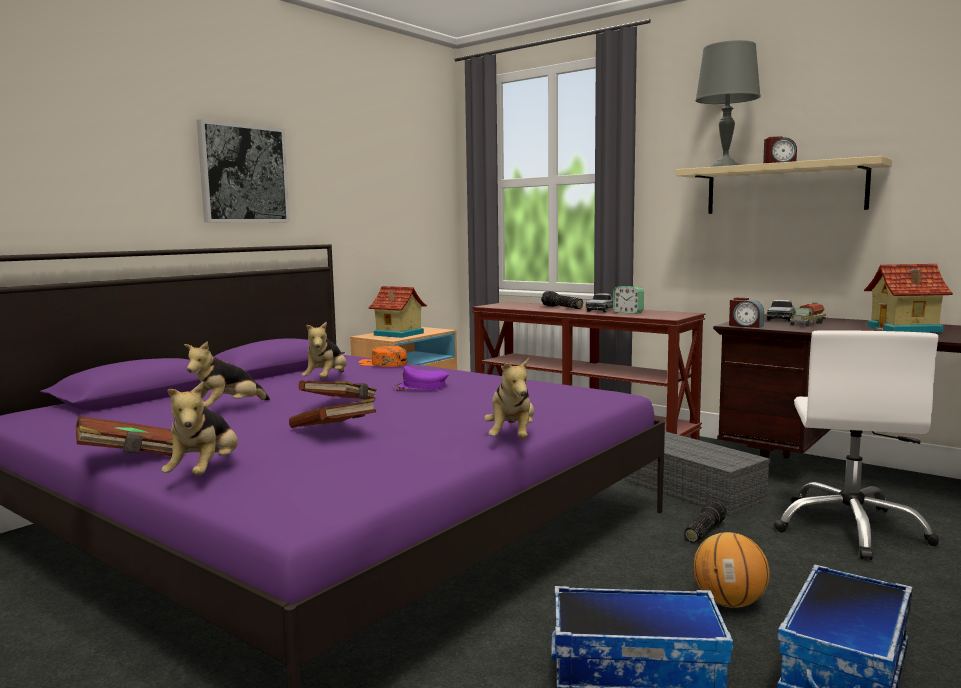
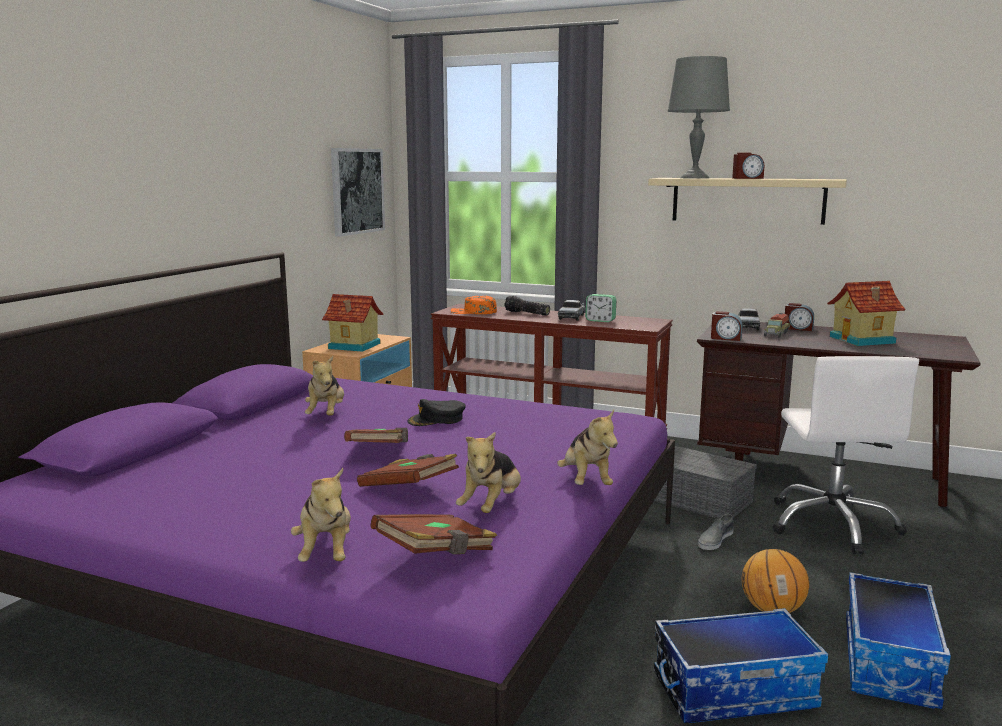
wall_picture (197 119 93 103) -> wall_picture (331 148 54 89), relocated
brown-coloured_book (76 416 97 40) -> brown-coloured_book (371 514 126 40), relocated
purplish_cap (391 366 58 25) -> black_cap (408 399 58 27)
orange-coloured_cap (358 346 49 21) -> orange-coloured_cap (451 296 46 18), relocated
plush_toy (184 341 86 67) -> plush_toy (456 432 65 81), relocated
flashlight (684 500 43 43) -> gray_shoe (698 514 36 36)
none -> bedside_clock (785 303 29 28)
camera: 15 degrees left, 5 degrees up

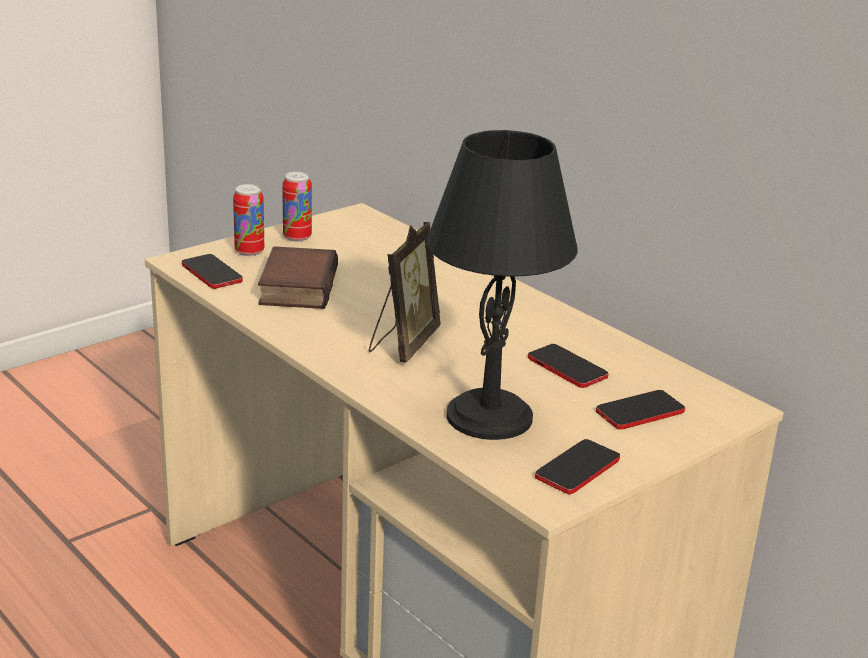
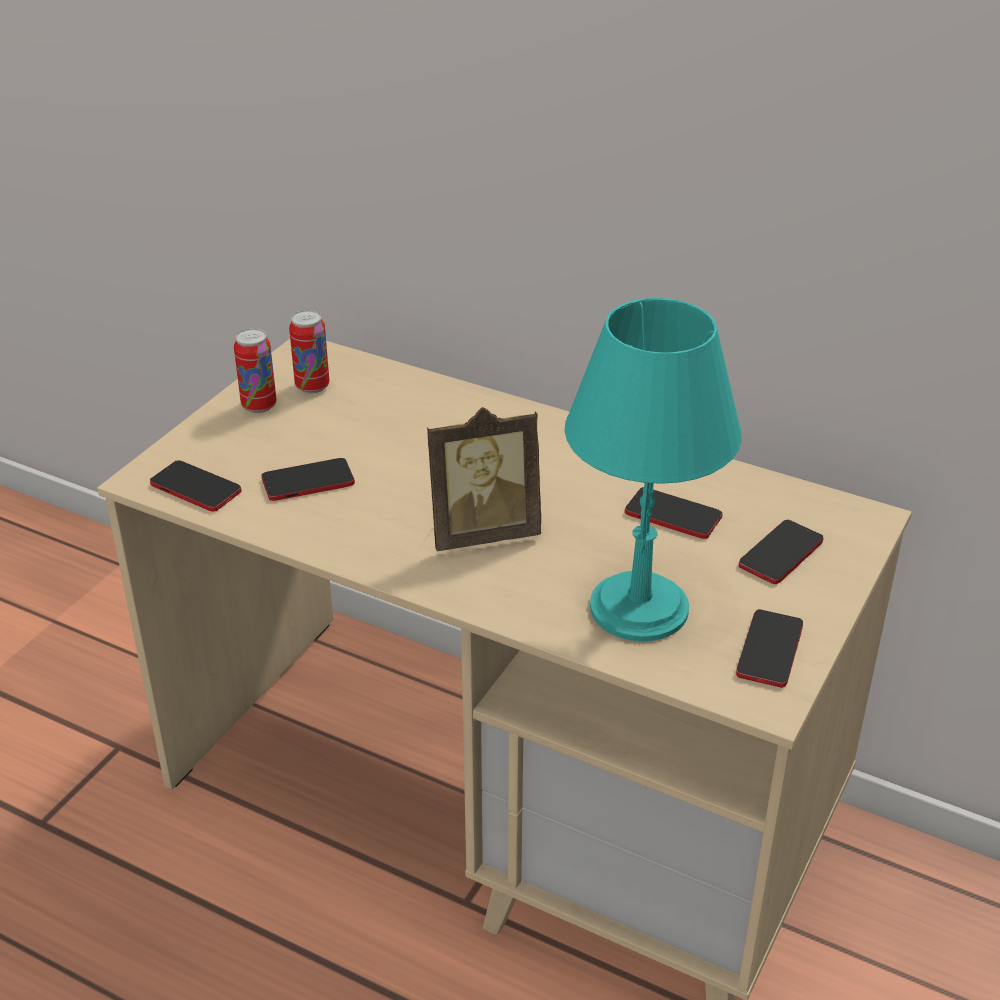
book (258 246 80 63) -> handset (261 458 94 43)
metal_can (233 184 31 72) -> metal_can (289 310 41 83), relocated
photo_frame (369 222 72 141) -> photo_frame (427 407 114 144), 75 degrees clockwise
black_tabletop_lamp (427 130 151 310) -> turquoise_tabletop_lamp (564 298 178 343)
camera: 20 degrees left, 10 degrees up

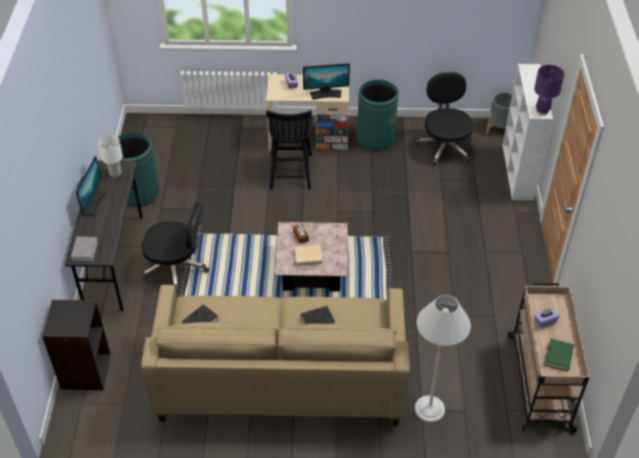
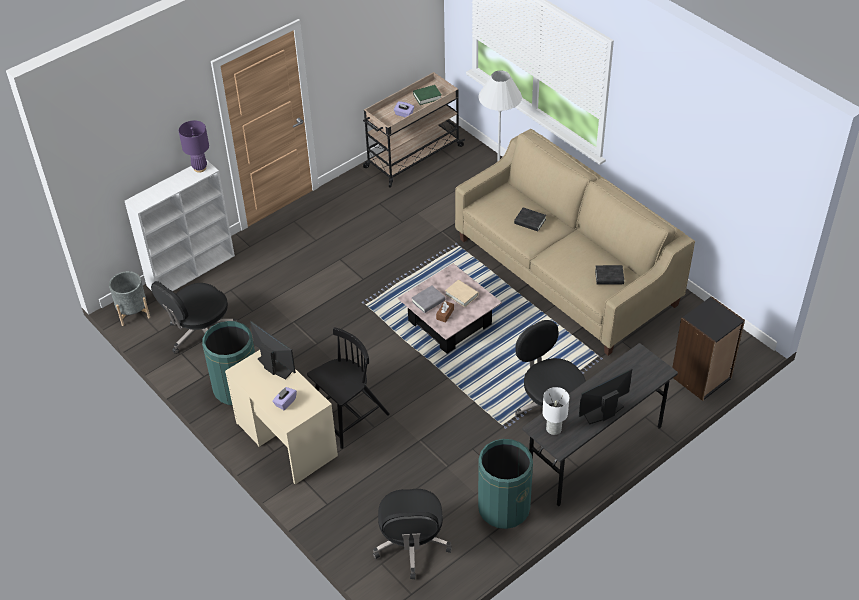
none -> black_desk_chair (373 489 79 90)
gray_book (70 237 28 25) -> gray_book (412 285 33 28), relocated
camera: 130 degrees left, 0 degrees up

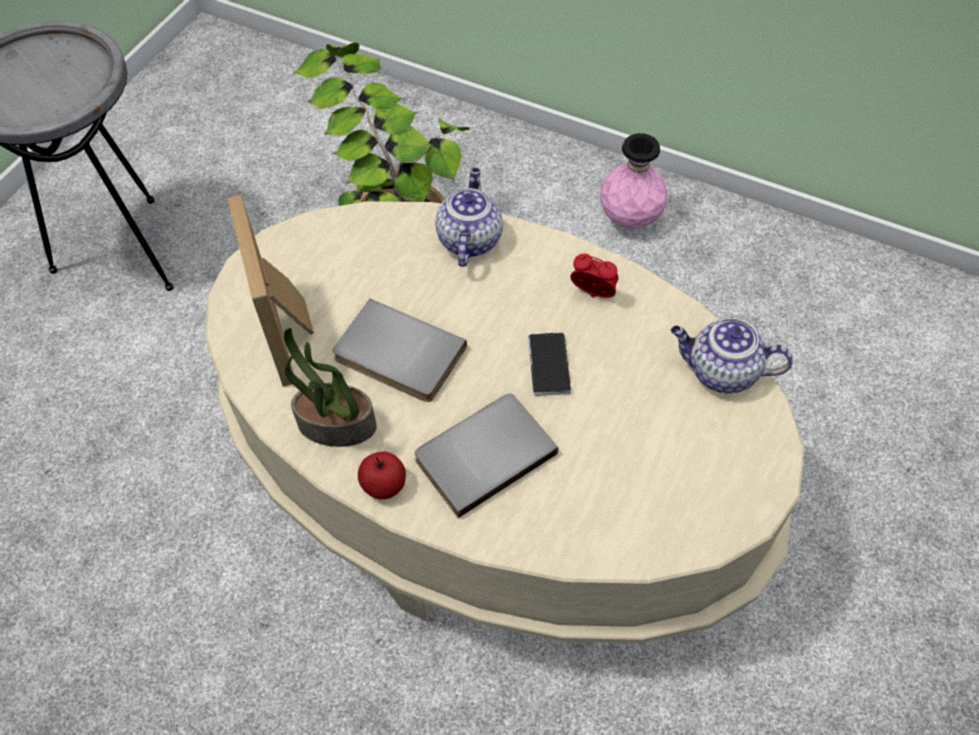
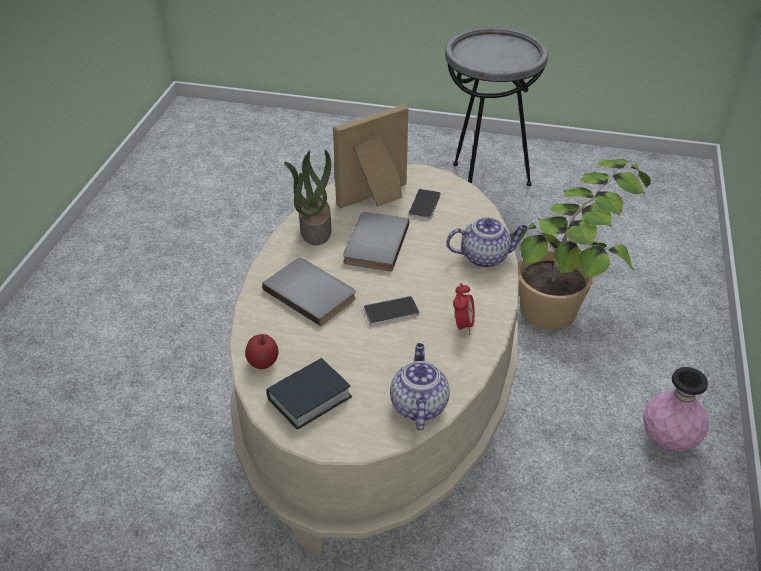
whole_apple (358 452 48 47) -> whole_apple (245 334 34 35), relocated
none -> book (266 358 86 71)
none -> handset (408 189 33 31)
camera: 75 degrees right, 15 degrees down

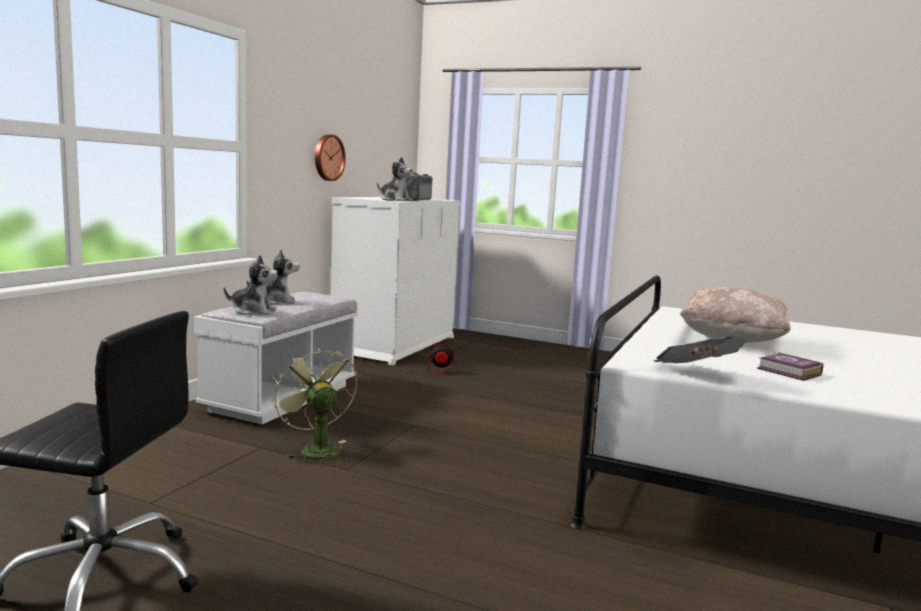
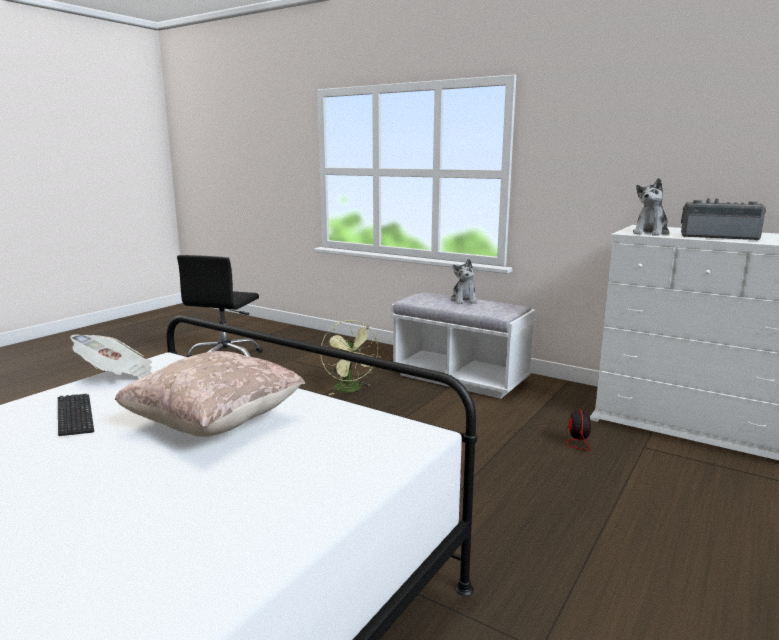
book (757 352 66 29) -> PC_keyboard (58 394 36 42)
greenish_cooling_fan (272 346 85 119) -> greenish_cooling_fan (320 320 61 75), 90 degrees clockwise
plush_toy (224 255 54 60) -> none
clock_on_the_wall (315 135 31 46) -> none
camera: 100 degrees right, 5 degrees up

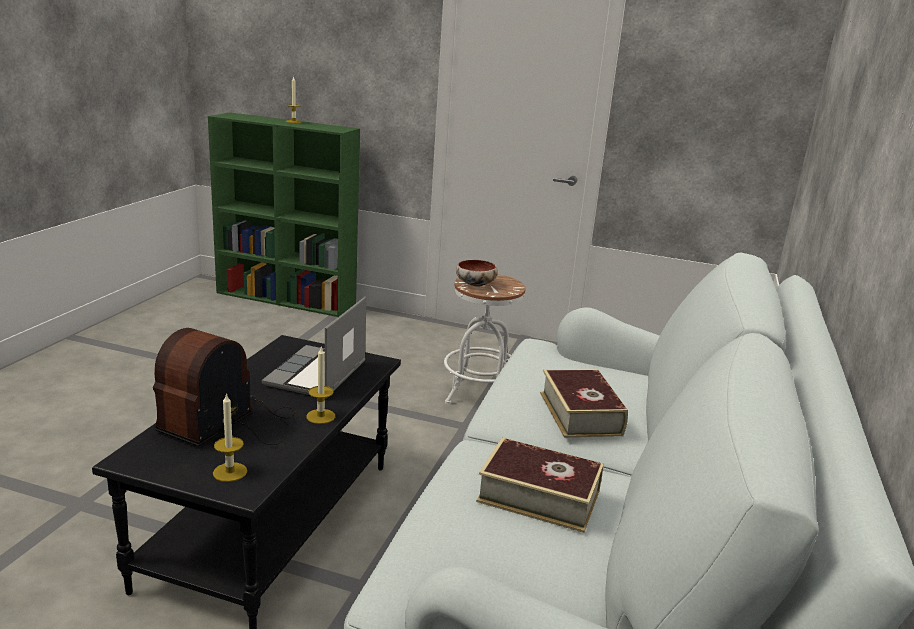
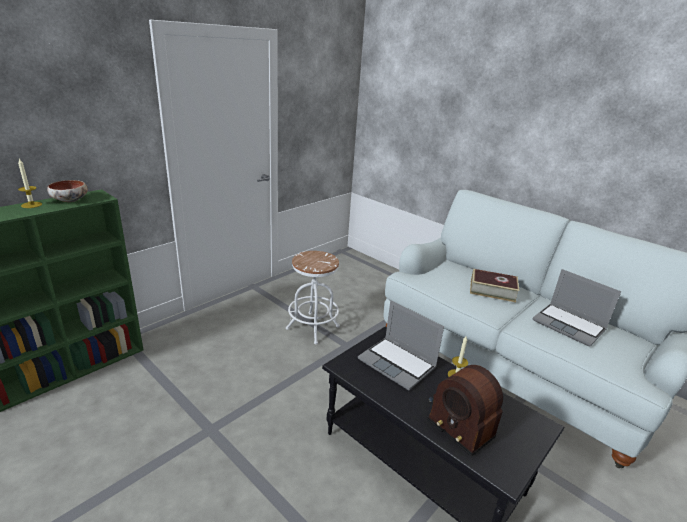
bowl (456 260 42 27) -> bowl (47 180 41 22), relocated
book (476 438 128 95) -> notebook_computer (533 269 88 77)
wax_candle (213 393 34 89) -> none
camera: 65 degrees left, 5 degrees up

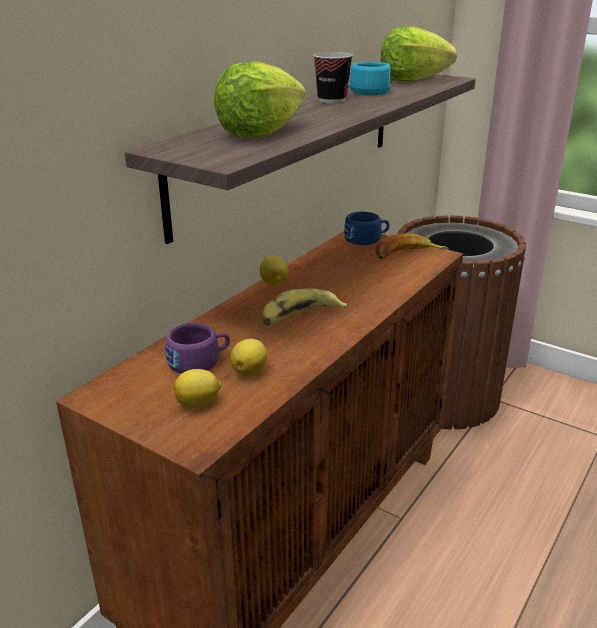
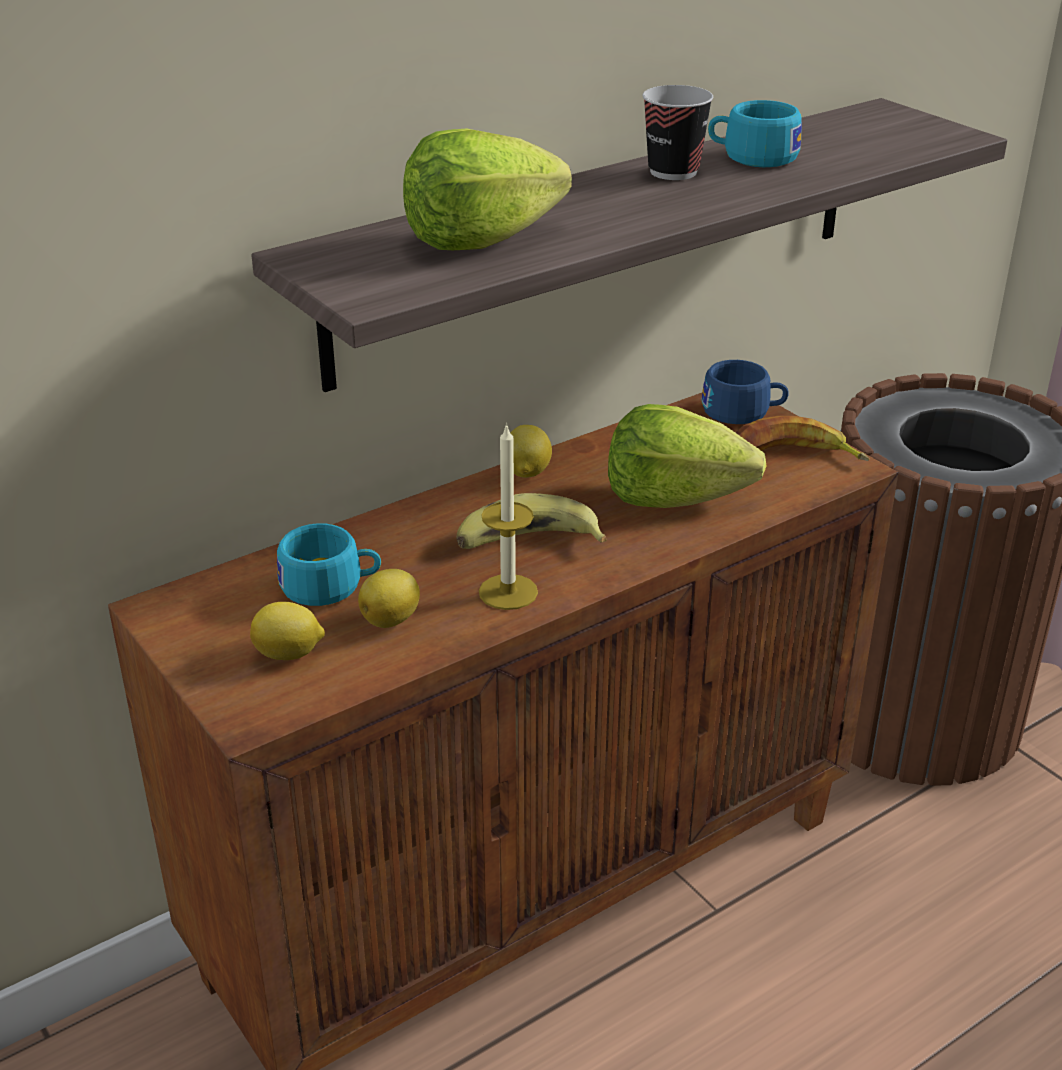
purplish_small_cup (165 323 65 51) -> turquoise_small_cup (277 523 104 83)
none -> wax_candle (479 423 59 187)
lettuce (381 27 76 55) -> lettuce (608 404 159 104), relocated
camera: 20 degrees right, 5 degrees up

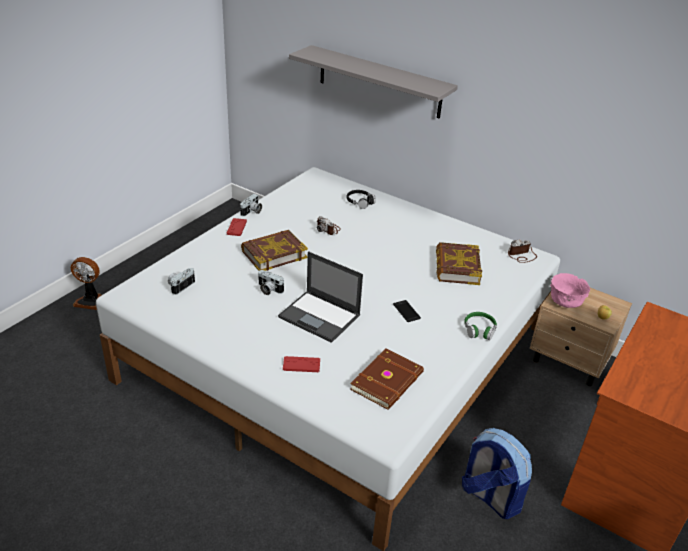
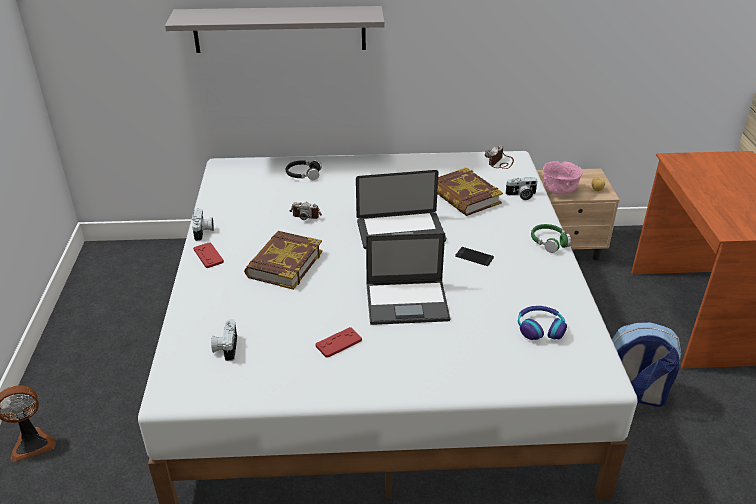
red_game_controller (283 356 37 16) -> red_game_controller (315 327 47 31), relocated
none -> notebook_computer (356 170 90 79)
still_camera (258 270 26 25) -> still_camera (505 177 33 23), relocated
brown-coloured_book (350 349 74 61) -> headset (518 306 49 34)
camera: 35 degrees left, 0 degrees up

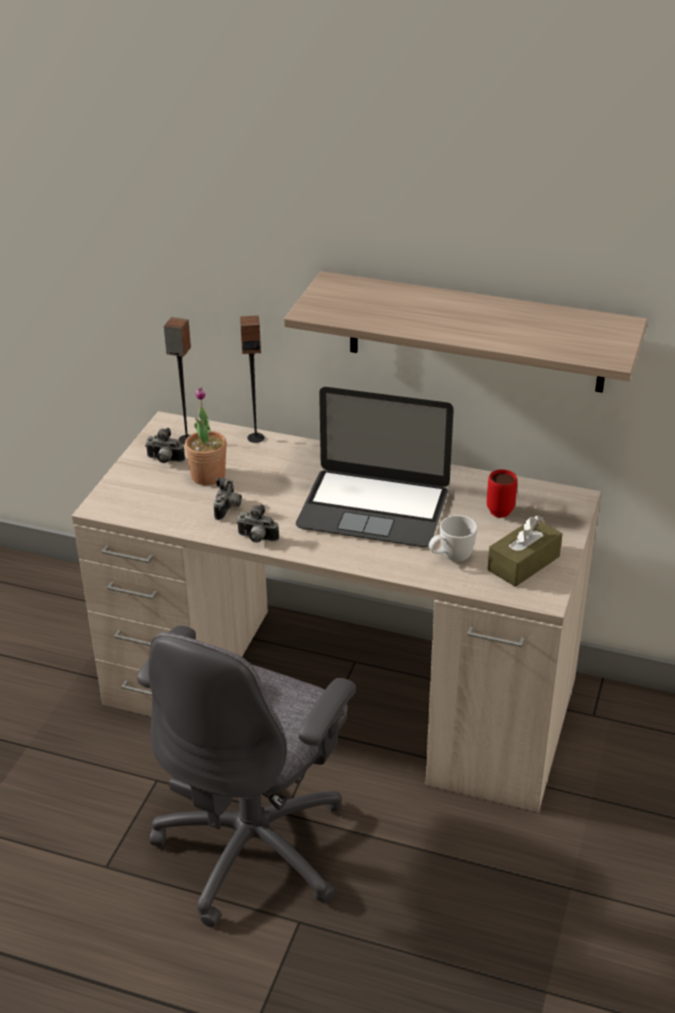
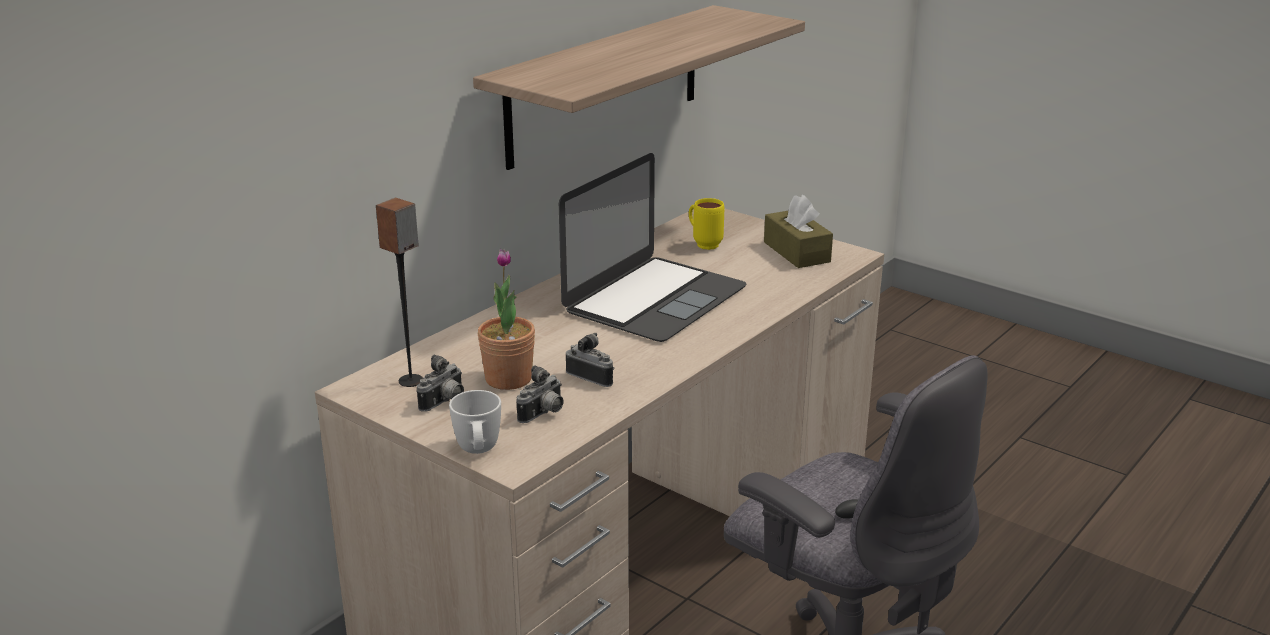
white-coloured_tea_mug (429 515 48 47) -> white-coloured_tea_mug (449 390 52 64), relocated
still_camera (236 504 43 39) -> still_camera (516 365 48 58), relocated
red_tea_mug (487 469 30 49) -> yellow-coloured_tea_mug (689 198 35 52)
loudspeaker (240 316 25 127) -> none
camera: 70 degrees left, 10 degrees down

